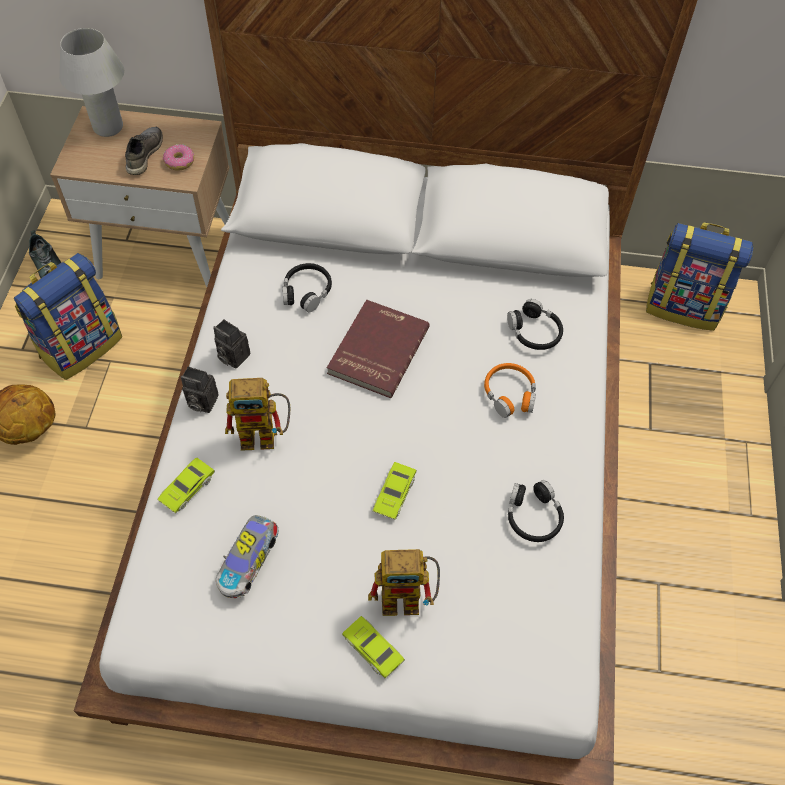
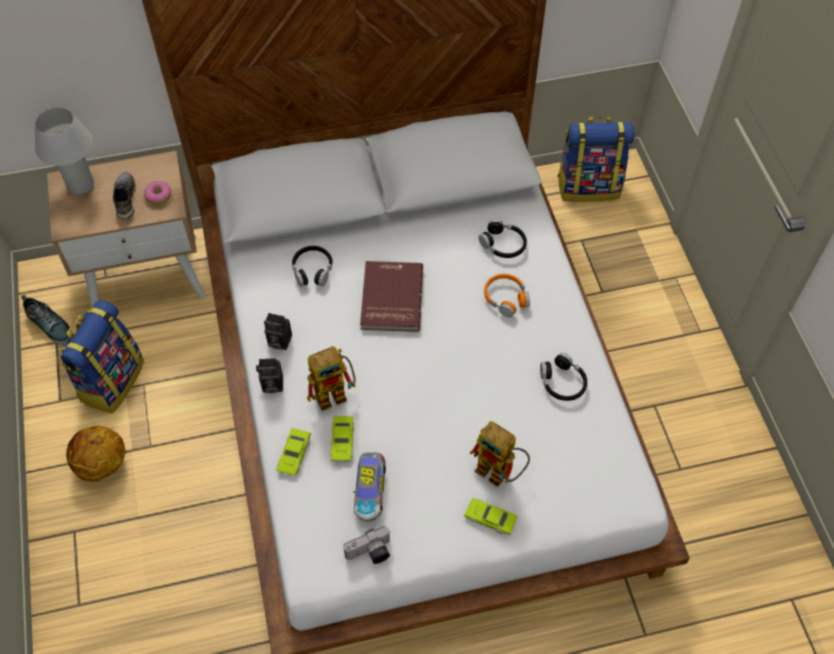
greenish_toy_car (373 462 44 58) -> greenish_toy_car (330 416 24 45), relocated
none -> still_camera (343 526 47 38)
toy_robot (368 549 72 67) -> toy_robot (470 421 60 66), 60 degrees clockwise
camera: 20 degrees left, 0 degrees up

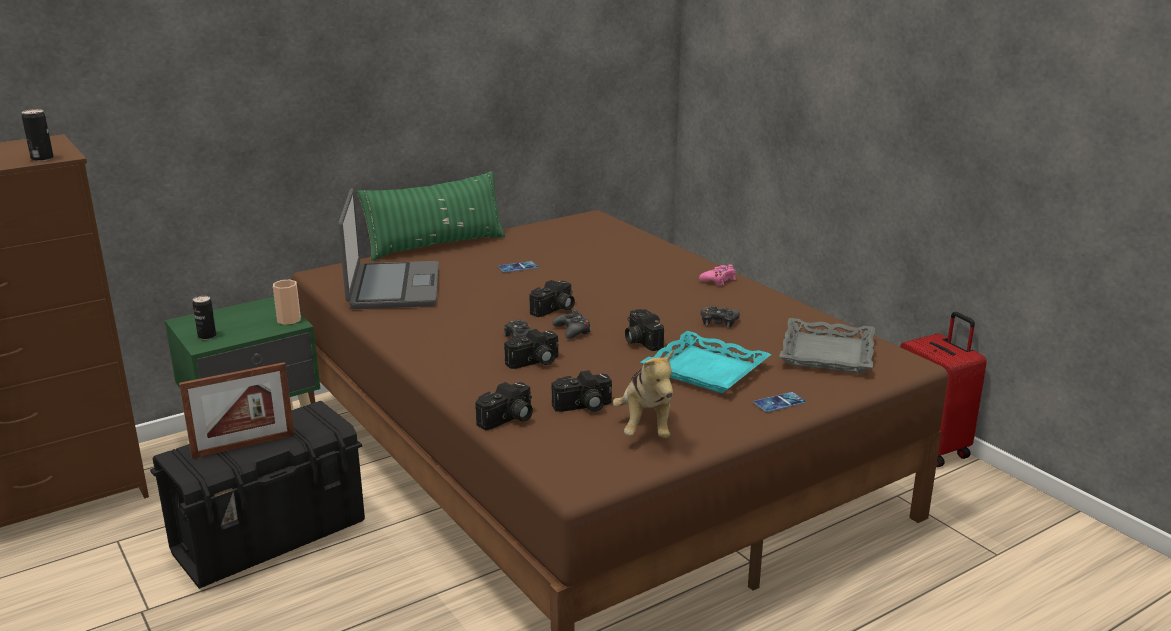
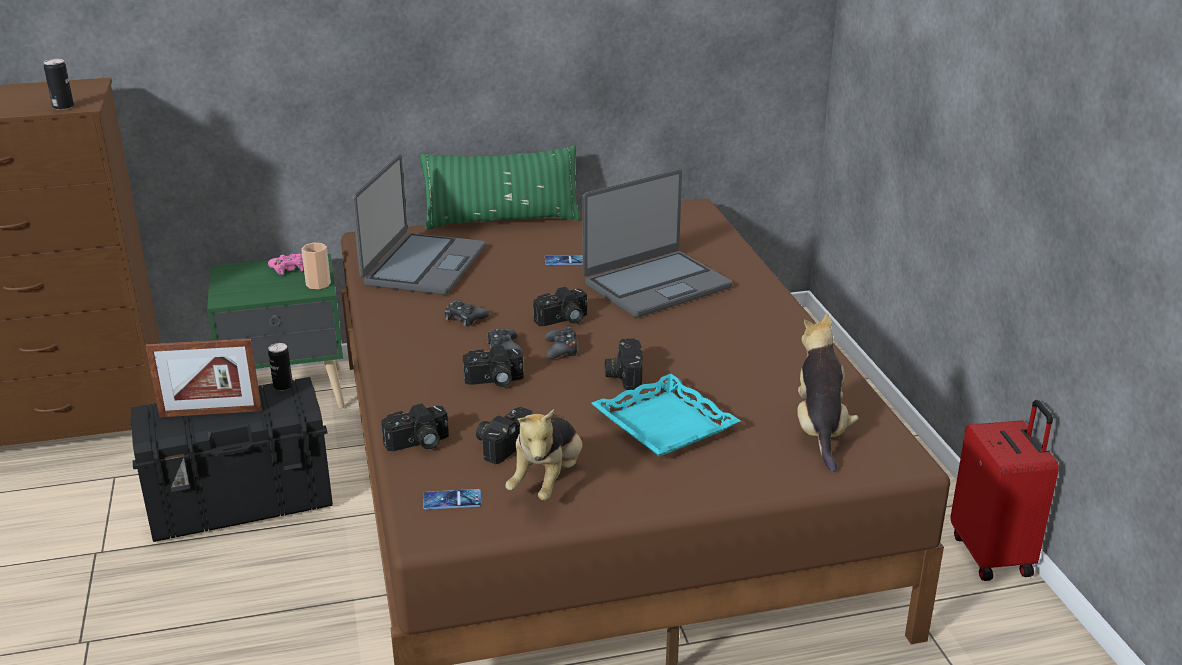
pink_game_controller (699 264 37 22) -> pink_game_controller (268 254 36 21), relocated
metal_can (193 296 23 44) -> metal_can (268 343 25 48), relocated
handset (754 392 52 20) -> handset (423 489 59 21), relocated
black_game_controller (700 306 40 22) -> black_game_controller (445 300 44 26), relocated
still_camera (551 370 61 42) -> still_camera (476 407 56 57), 120 degrees clockwise
none -> notebook_computer (582 169 150 149)
gray_carrying_tray (779 318 96 55) -> plush_toy (797 313 62 159)
camera: 20 degrees right, 5 degrees up

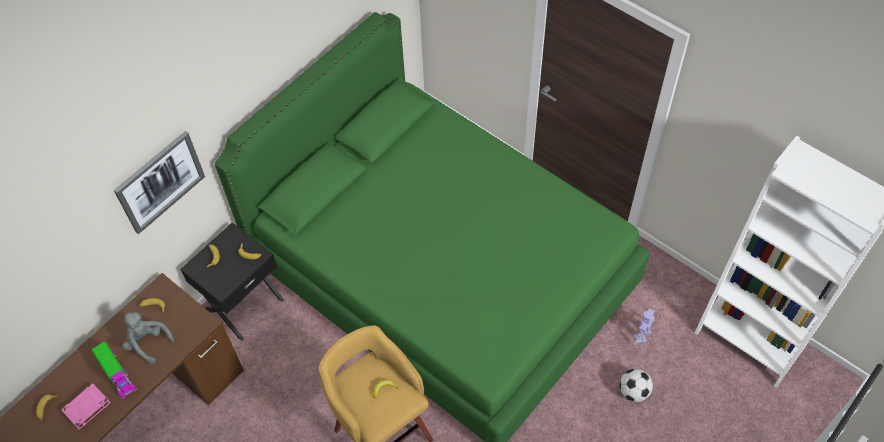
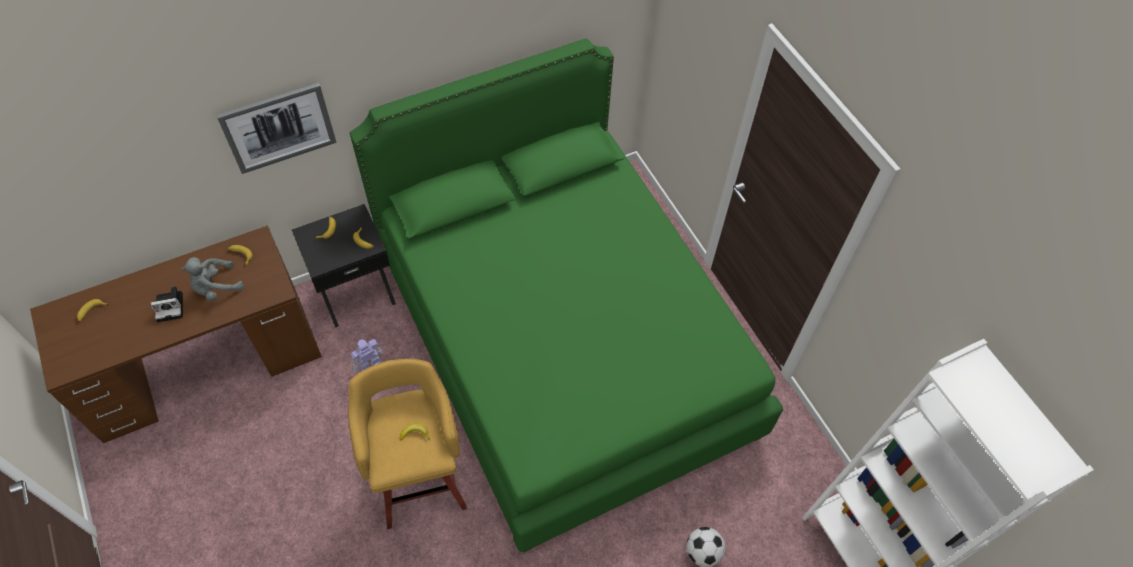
model_truck (92 342 45 57) -> still_camera (151 286 32 36)
gray_plush_toy (122 312 52 52) -> gray_plush_toy (181 257 63 44), 90 degrees counterclockwise
toy_robot (633 308 22 37) -> toy_robot (351 339 33 33), relocated
pink_book (61 383 50 47) -> none
camera: 20 degrees right, 0 degrees up

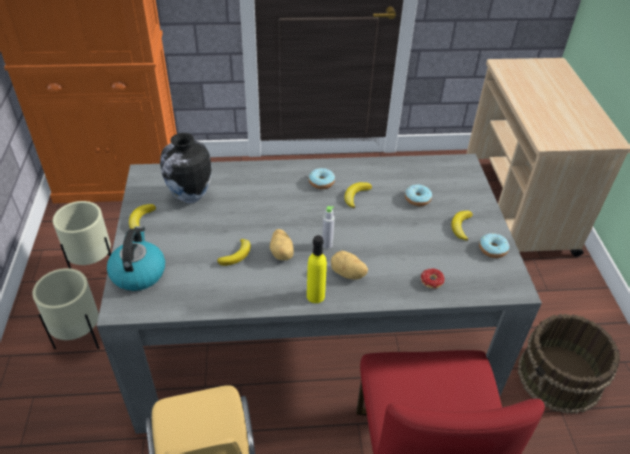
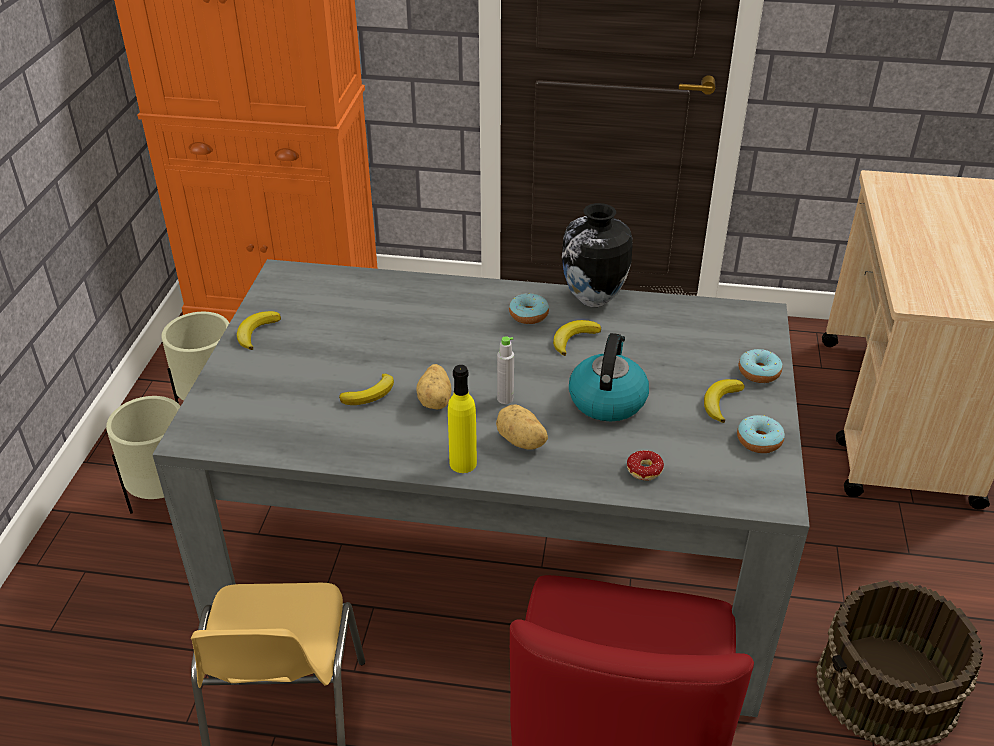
vase (160 133 52 70) -> vase (562 203 71 104), relocated
water_kettle (107 226 58 65) -> water_kettle (569 333 80 88), relocated
donut (405 184 27 22) -> donut (739 349 44 34), relocated
camera: 15 degrees right, 5 degrees down

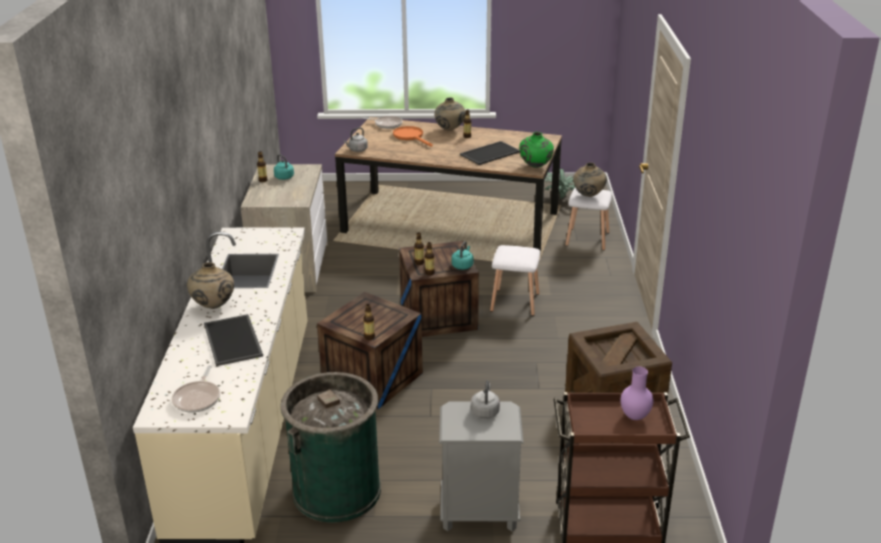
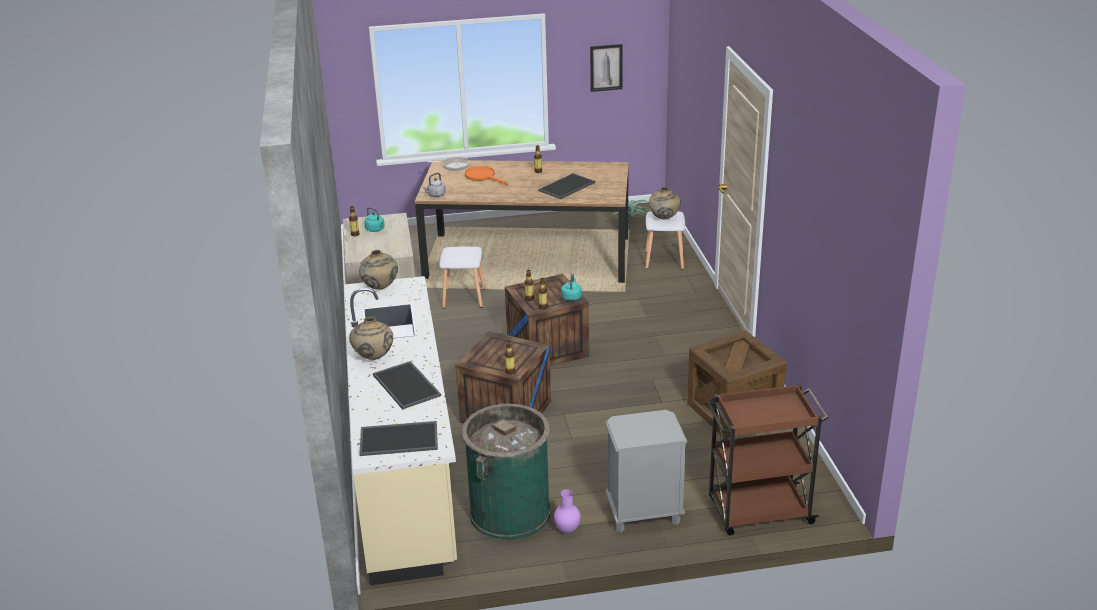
beige-coloured_vase (434 97 32 34) -> beige-coloured_vase (359 250 39 40), relocated
pan (172 365 48 48) -> carrying_tray (359 421 79 35)
white-coloured_stool (490 245 50 71) -> white-coloured_stool (439 247 46 61), relocated
purplish_vase (621 367 32 53) -> purplish_vase (554 489 27 44), relocated
none -> wall_picture (590 44 33 48)
gray_water_kettle (471 380 29 39) -> none
greenish_vase (519 132 35 36) -> none
camera: 10 degrees left, 0 degrees up

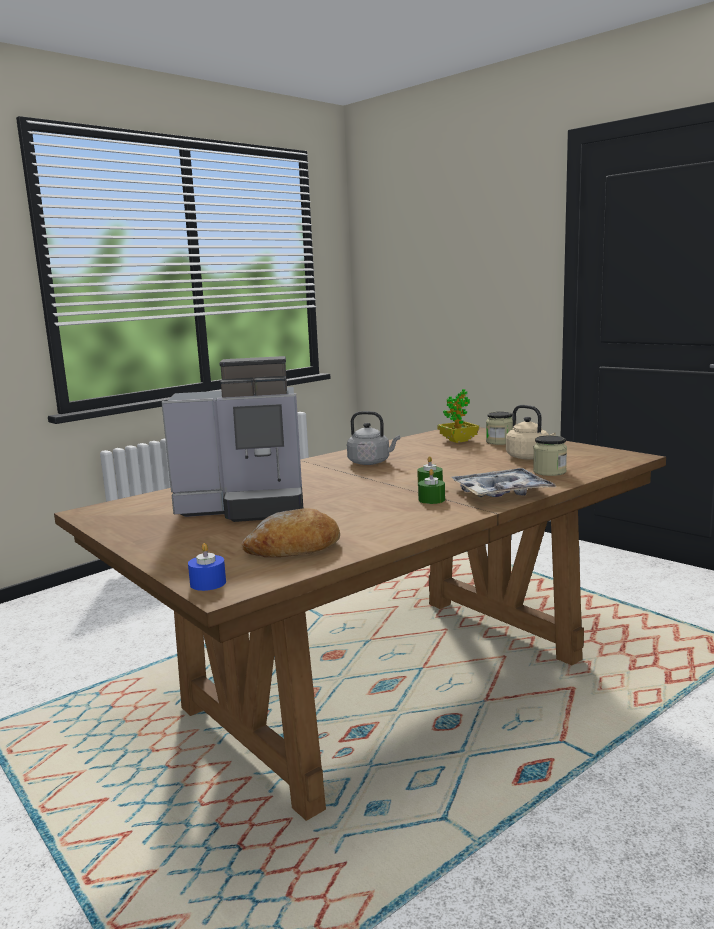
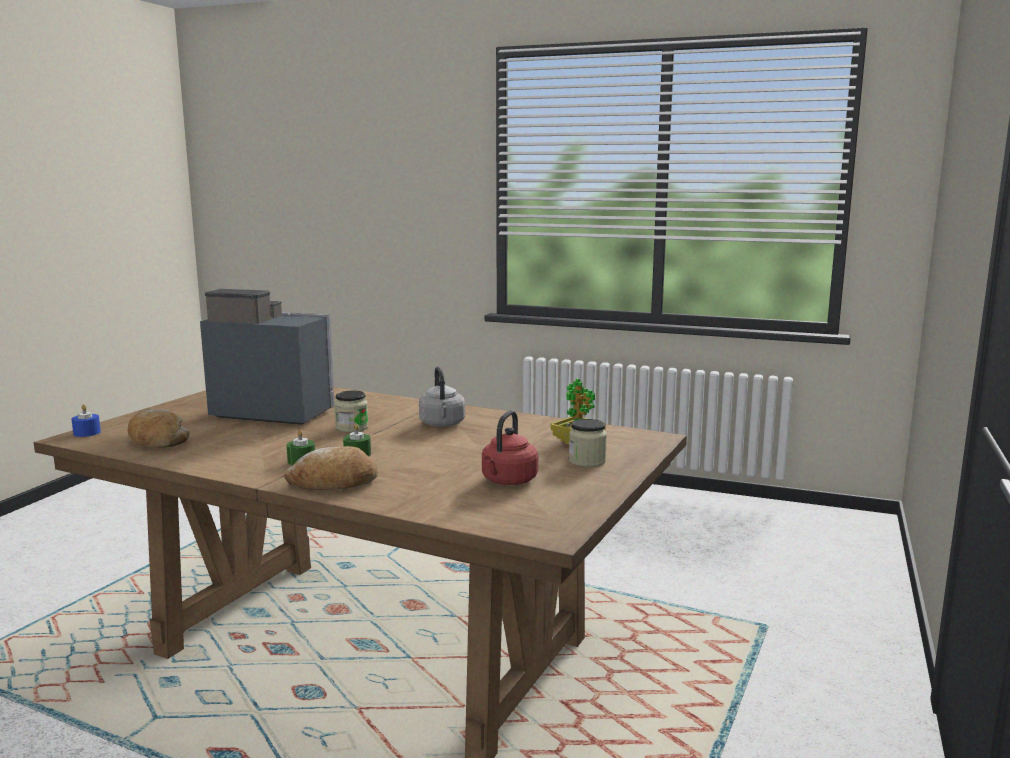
coffee_maker (162 356 141 166) -> coffee_maker (200 289 135 136), 135 degrees clockwise
carrying_tray (451 468 106 29) -> baked_bread (284 446 94 44)
jar (533 436 34 40) -> jar (334 390 35 42), relocated
beige-coloured_water_kettle (506 405 50 55) -> red_water_kettle (482 410 56 75)
camera: 65 degrees right, 0 degrees up

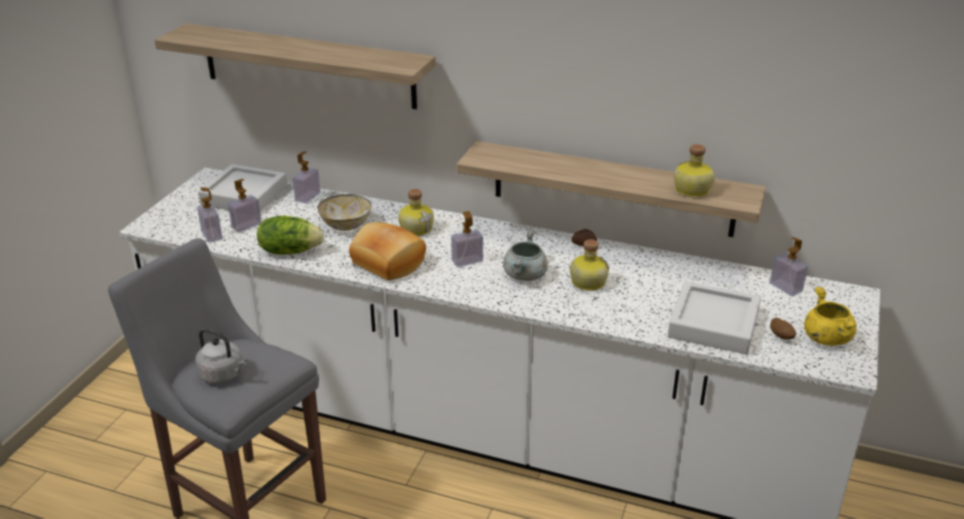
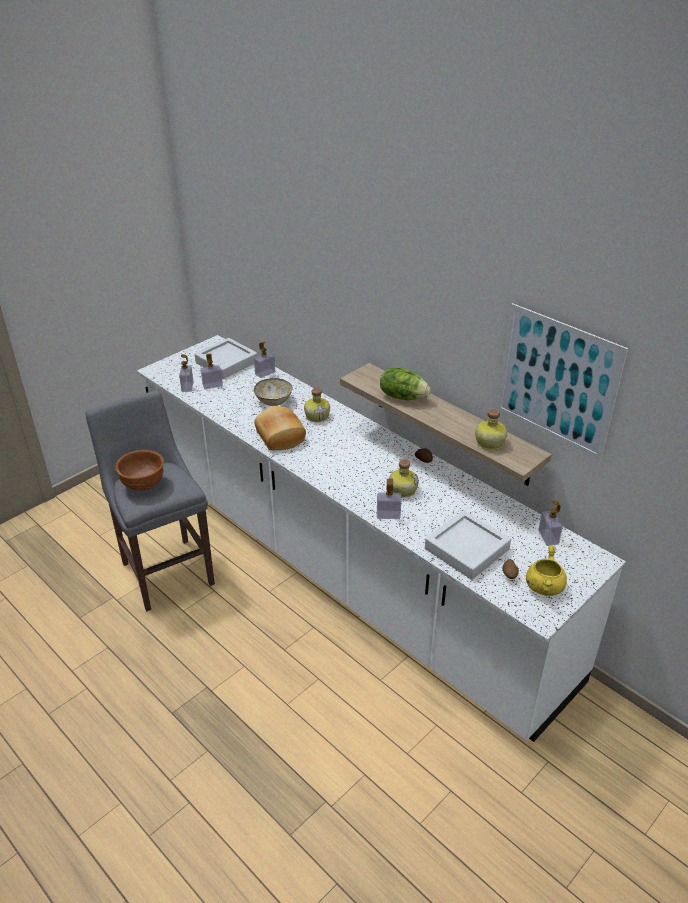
gray_water_kettle (195 328 51 55) -> brown-coloured_bowl (116 450 48 41)
soap_bottle (451 211 32 56) -> soap_bottle (377 478 24 41), relocated
lettuce (257 215 67 40) -> lettuce (380 368 51 32), relocated
none -> wall_picture (497 303 131 157)
bracket_shelf (154 23 282 86) -> none
gray_stockpot (503 228 45 53) -> none
camera: 25 degrees right, 5 degrees up

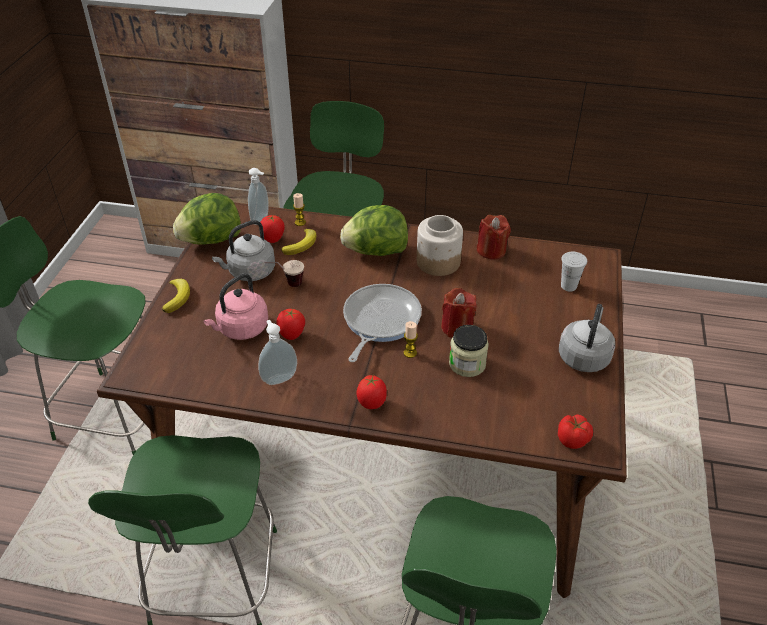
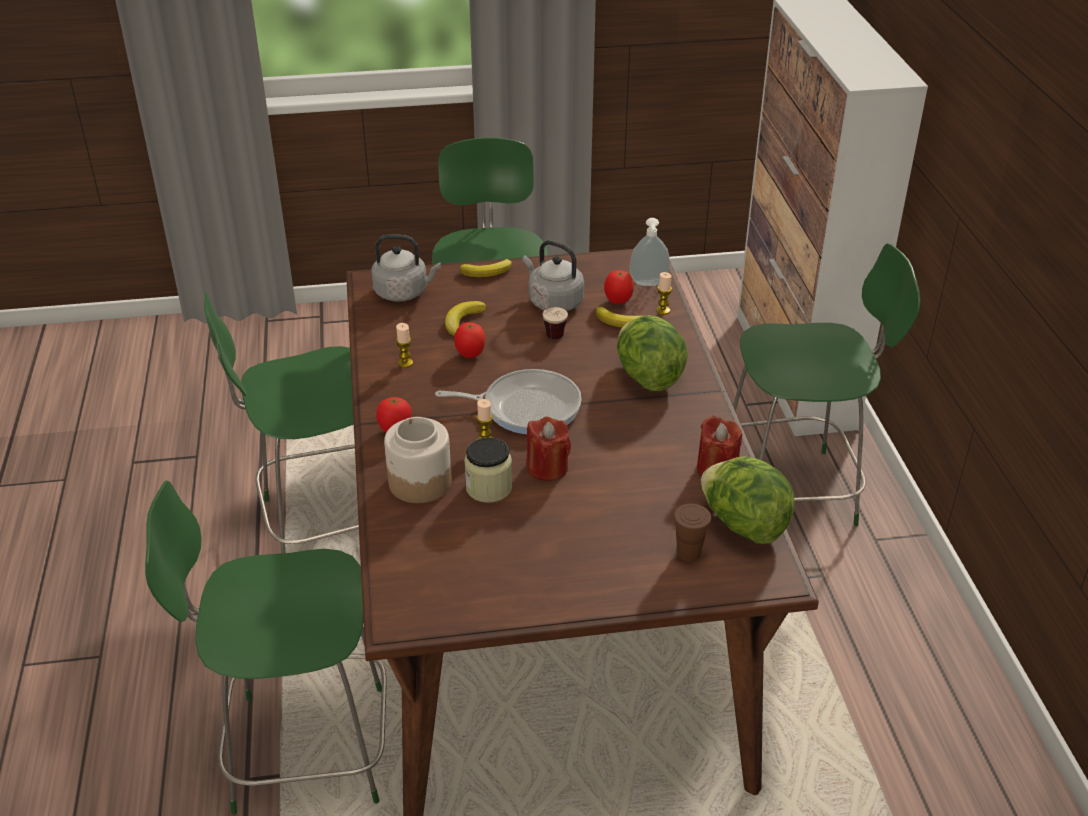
gray_water_kettle (559 304 56 68) -> gray_water_kettle (371 234 70 68), relocated
jar (417 215 46 61) -> jar (384 417 68 86), relocated
soap_bottle (258 320 39 65) -> wax_candle (396 323 17 45)
pink_water_kettle (204 273 64 67) -> whole_banana (445 301 41 35)
white-coloured_small_cup (561 252 26 40) -> brown-coloured_small_cup (674 504 37 58)
lettuce (173 193 68 52) -> lettuce (701 456 93 88), relocated
fresh_tomato (558 414 35 35) -> none
camera: 70 degrees right, 5 degrees down

